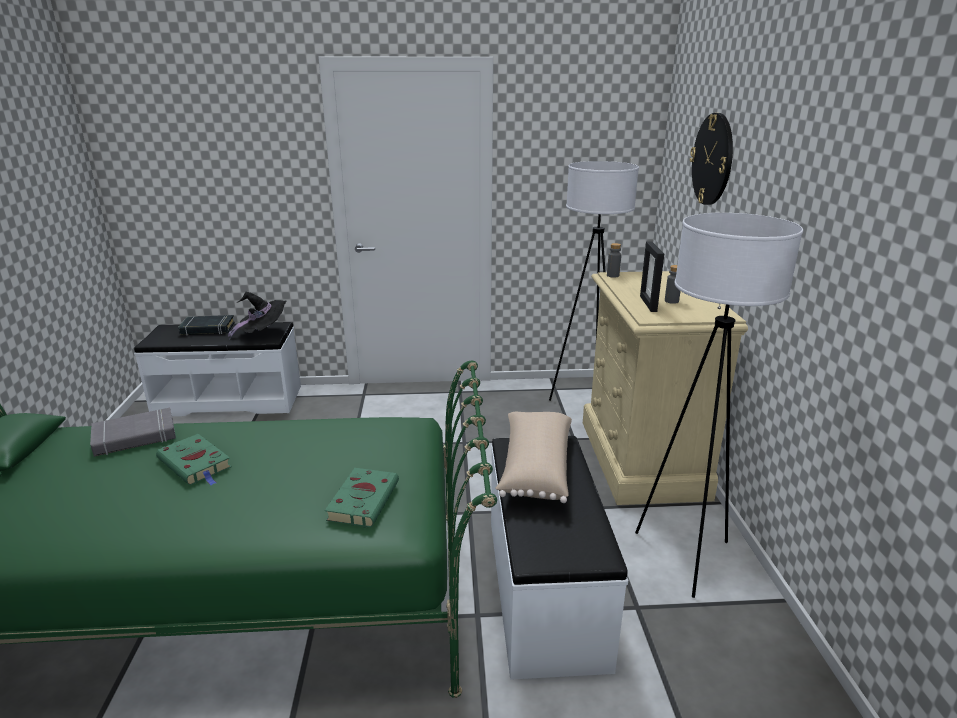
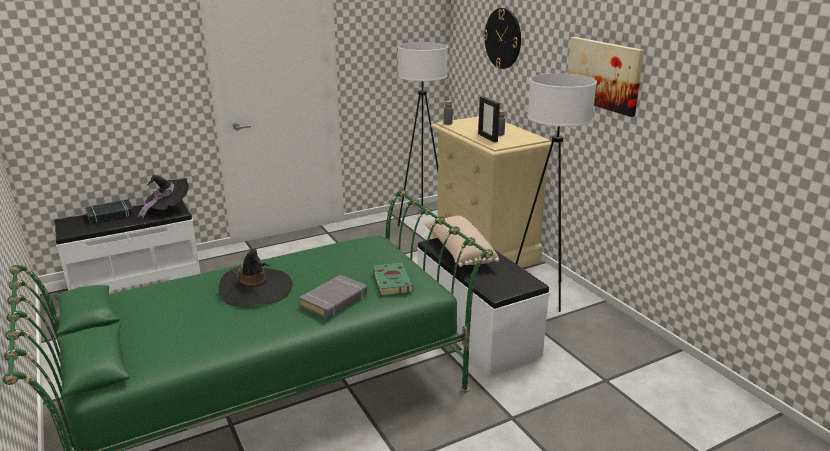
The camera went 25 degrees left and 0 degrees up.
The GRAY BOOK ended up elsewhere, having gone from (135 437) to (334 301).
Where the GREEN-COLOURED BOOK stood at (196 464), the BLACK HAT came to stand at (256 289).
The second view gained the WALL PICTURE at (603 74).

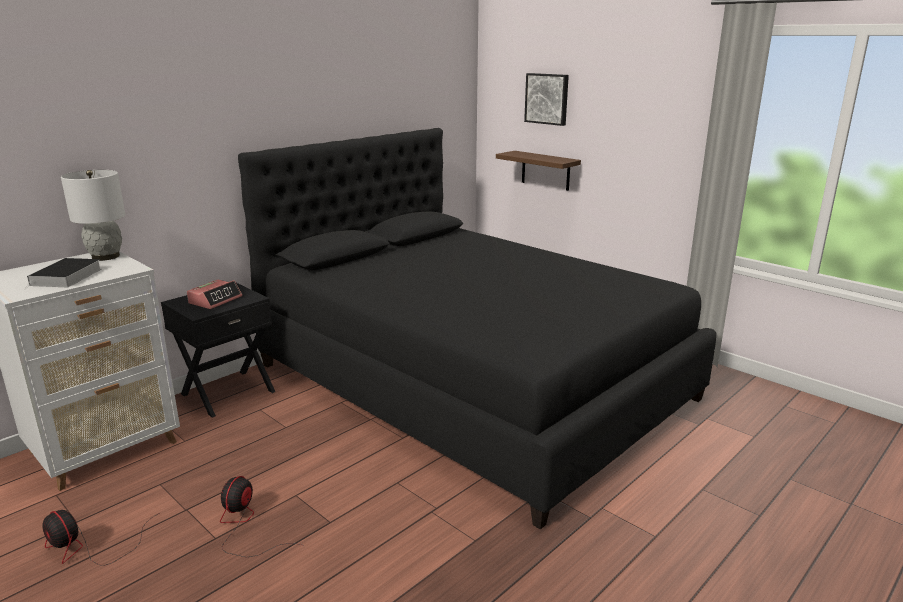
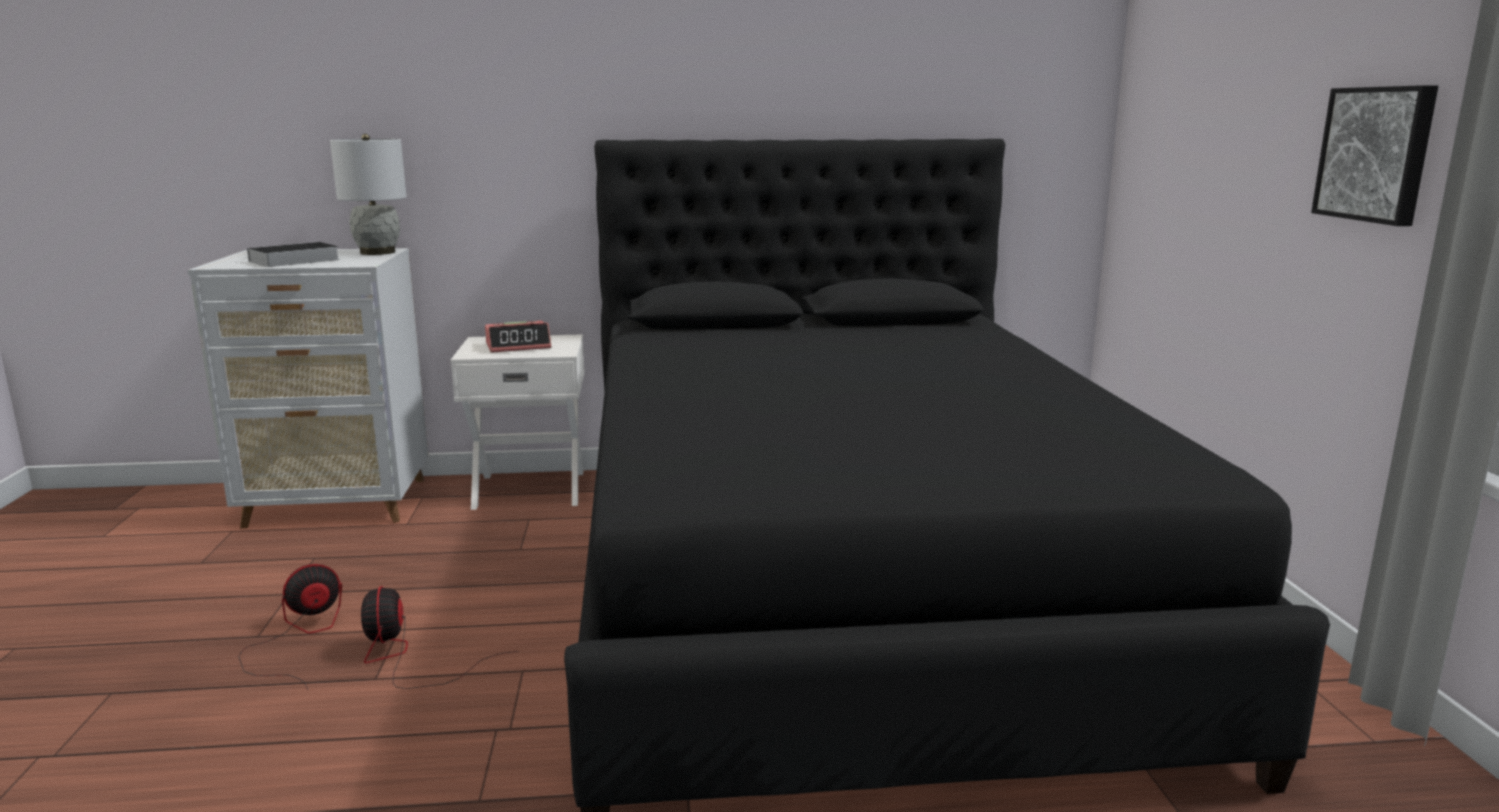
The camera went 40 degrees right and 5 degrees down.
The FAN ended up elsewhere, having gone from (87 548) to (406 657).
What was the BLACK NIGHTSTAND at (227 392) turned into the WHITE-COLOURED NIGHTSTAND at (530 489).
The second view lost the BROWN-COLOURED WALL SHELF at (545 170).
The WALL PICTURE ended up elsewhere, having gone from (547 98) to (1377 154).

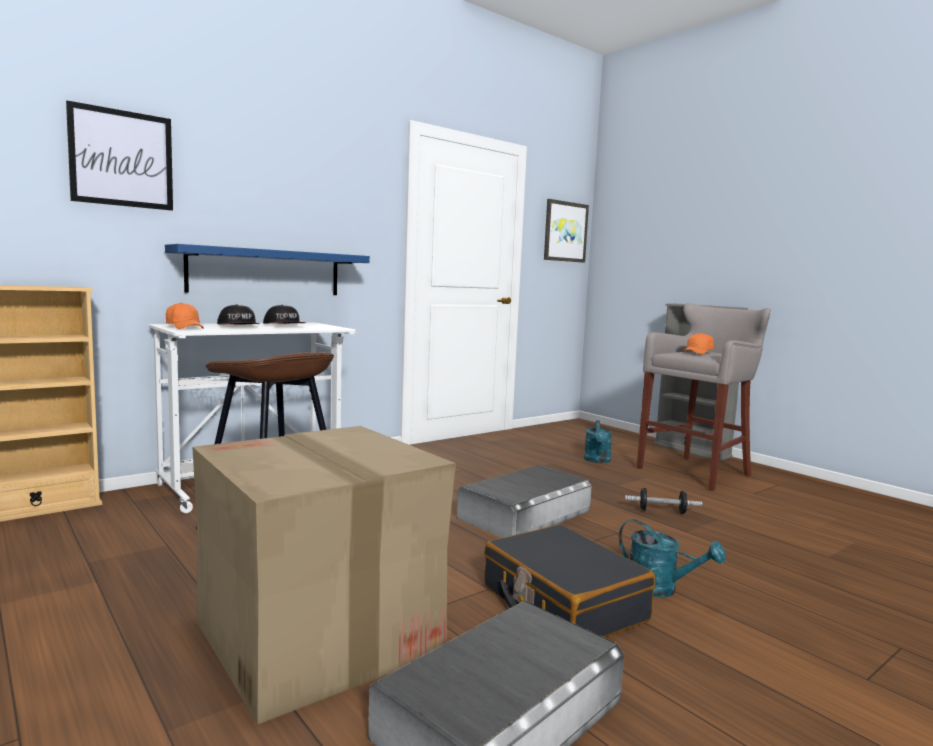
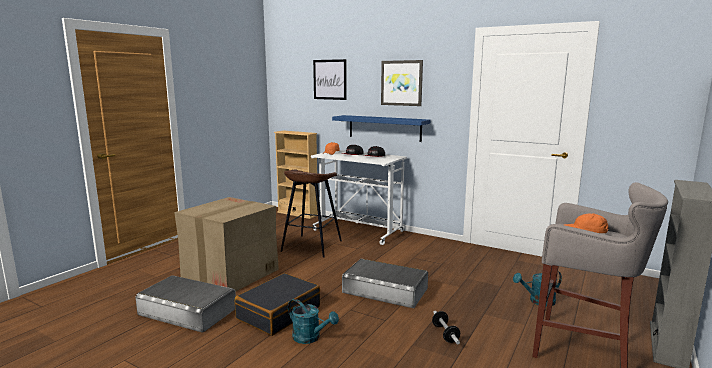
The camera went 70 degrees right and 5 degrees up.
The WALL PICTURE ended up elsewhere, having gone from (565 231) to (401 83).
The TURQUOISE SPRINKLING CAN at (660 589) ended up facing another way, 75 degrees counterclockwise from before.

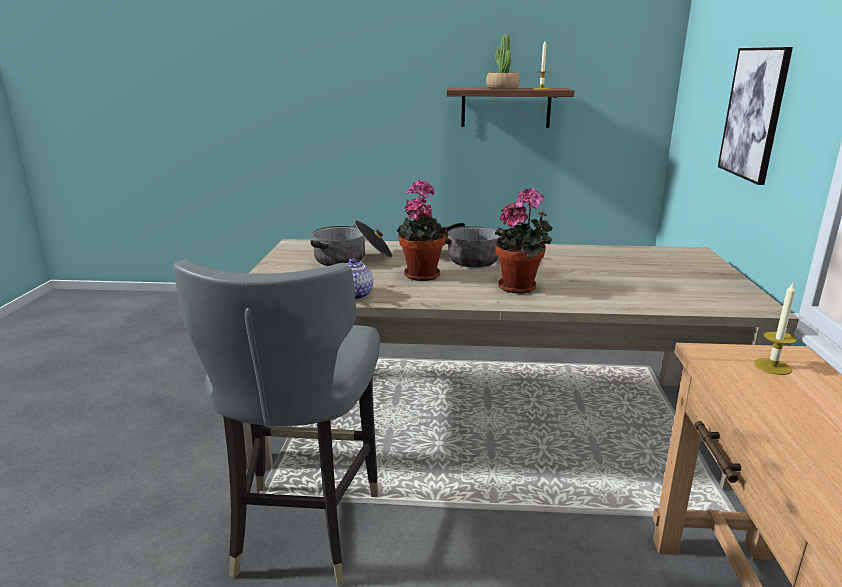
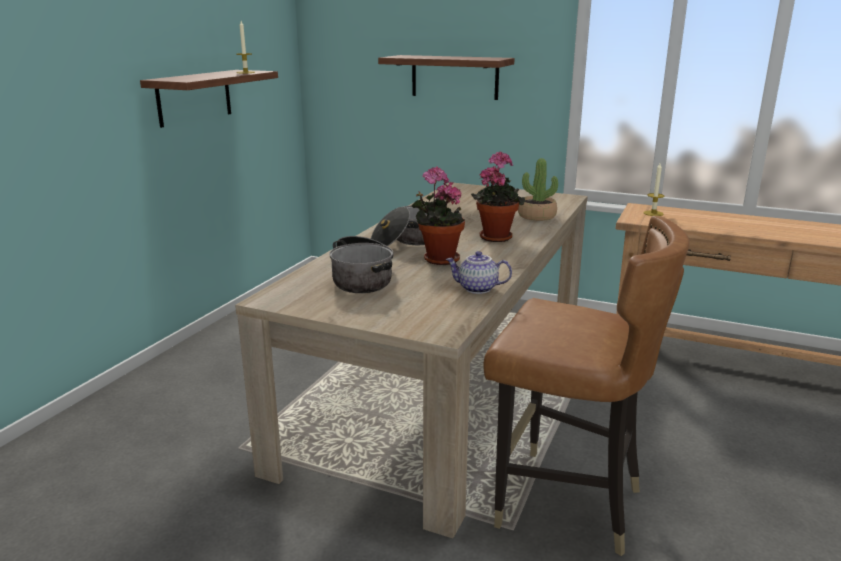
The camera went 70 degrees left and 0 degrees up.
What was the GRAY PLAIN CHAIR at (303 528) turned into the BROWN-COLOURED PLAIN CHAIR at (565 503).
The HOUSEPLANT ended up elsewhere, having gone from (502 88) to (536 216).
Where the WALL PICTURE hung at (754 113), the WALL SHELF came to hang at (454 77).

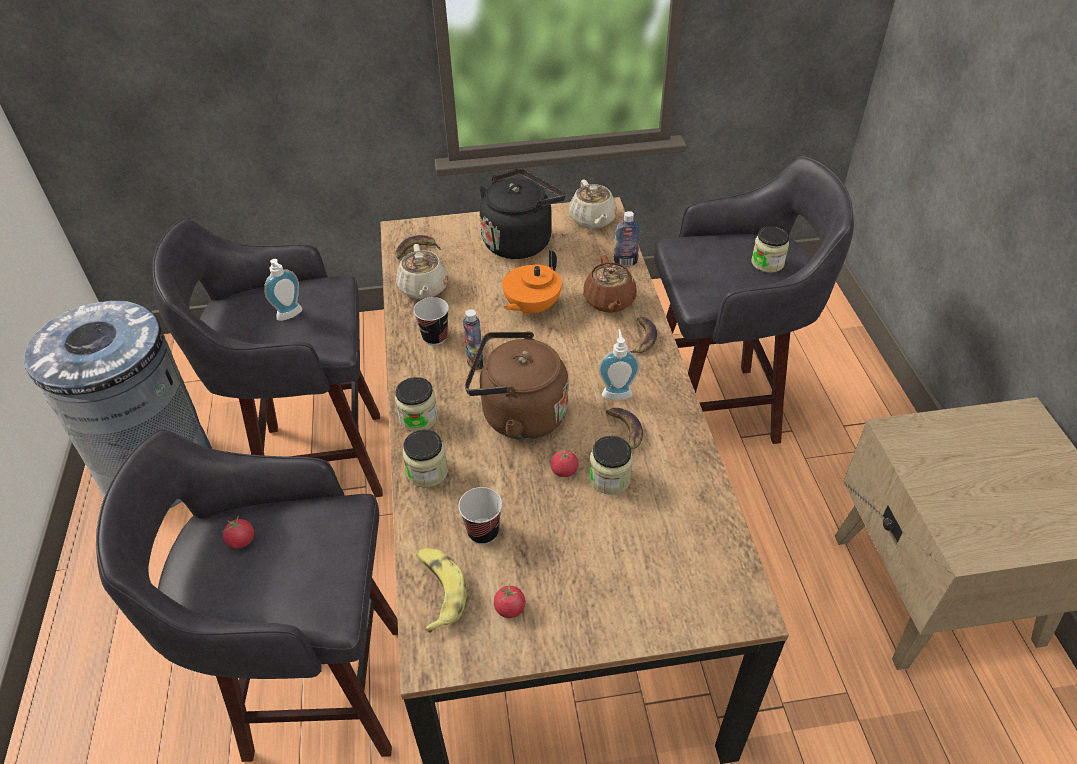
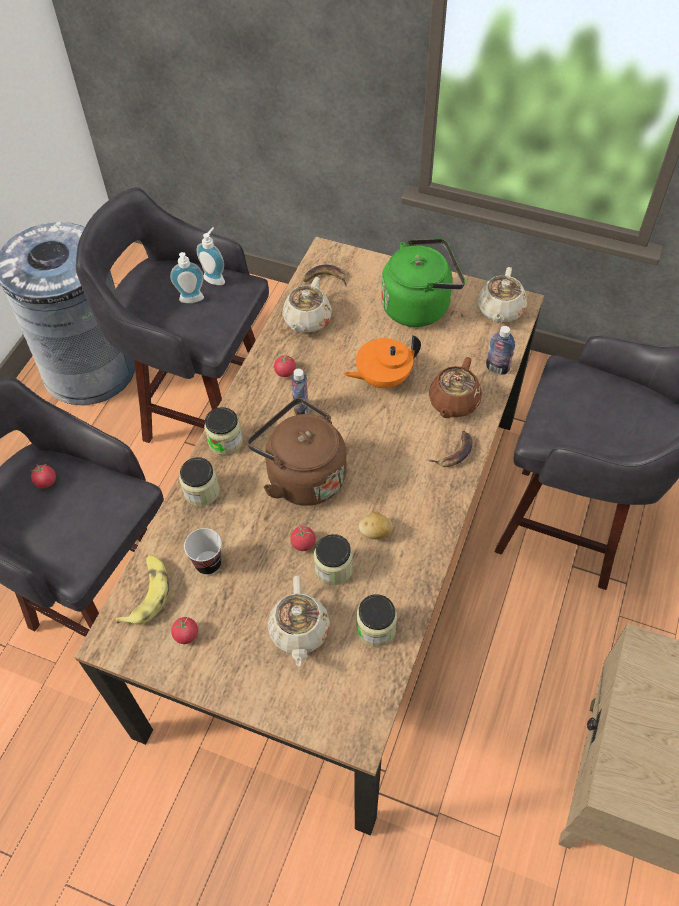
The camera went 30 degrees right and 10 degrees up.
Where the DRINKING CUP stood at (435 337), the WHOLE TOMATO came to stand at (285 372).
What was the BLACK TEA KETTLE at (520 240) turned into the GREEN-COLOURED TEA KETTLE at (419 305).
The SOAP DISPENSER ended up elsewhere, having gone from (616 392) to (215 278).
Where the BANANA stood at (624 431), the SPUD came to stand at (375 532).
The STORAGE JAR ended up elsewhere, having gone from (767 263) to (376 628).
The second view gained the SAND-COLOURED TEA POT at (299 632).

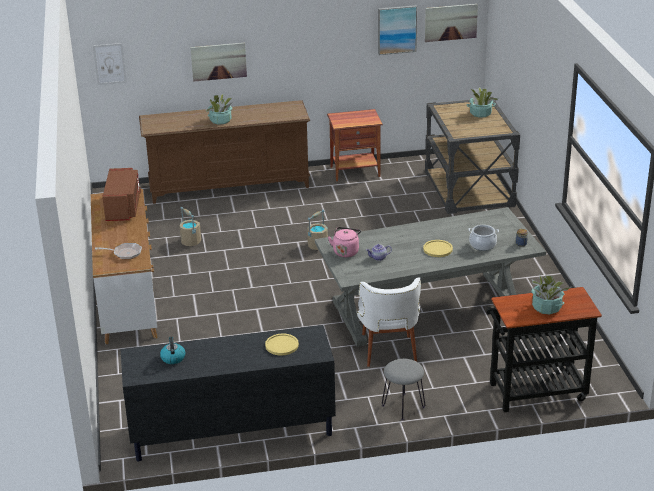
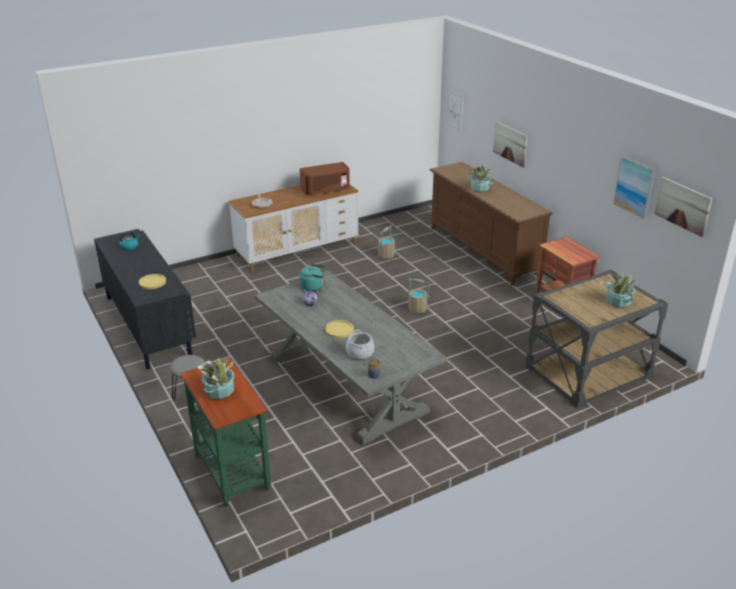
The camera went 70 degrees right and 0 degrees up.
What was the PINKISH TEA KETTLE at (346 251) turned into the TURQUOISE TEA KETTLE at (313 287).
The second view lost the WHITE-COLOURED PLAIN CHAIR at (389 351).
What was the BLACK CART at (536 392) turned into the GREEN-COLOURED CART at (231 471).

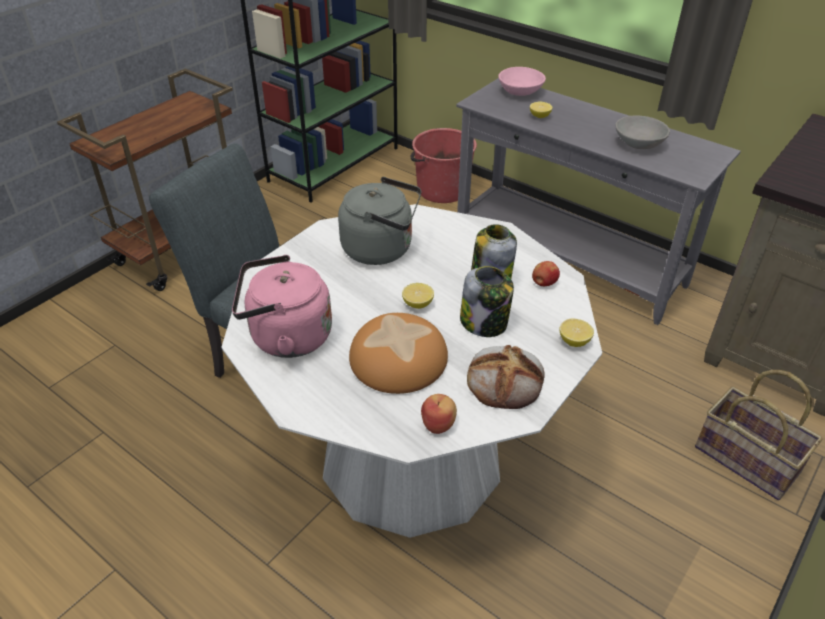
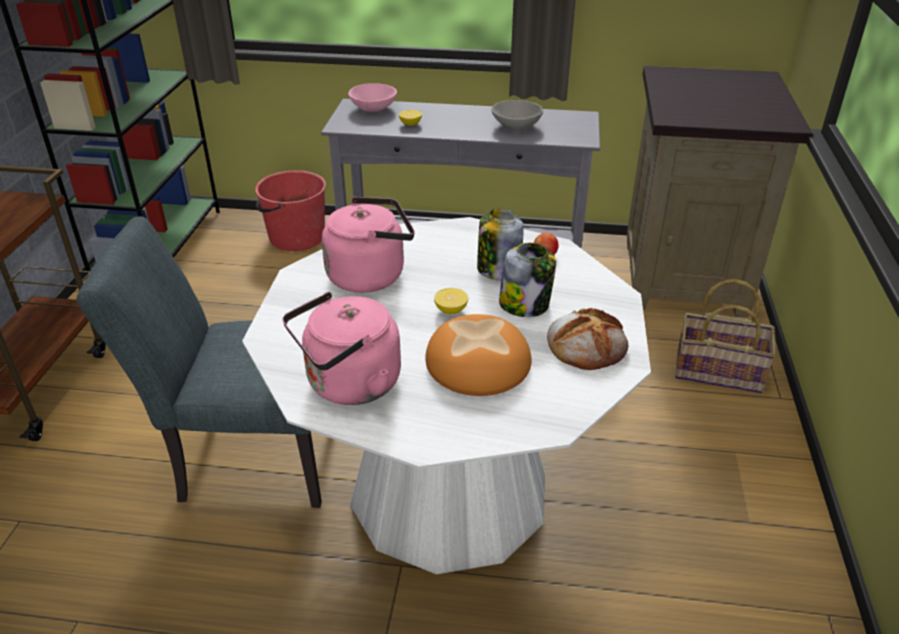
The camera went 30 degrees left and 5 degrees down.
What was the GRAY TEA KETTLE at (382 249) turned into the PINKISH TEA KETTLE at (371 275).
The second view lost the APPLE FRUIT at (438 424).
The second view lost the WHOLE LEMON at (574 341).

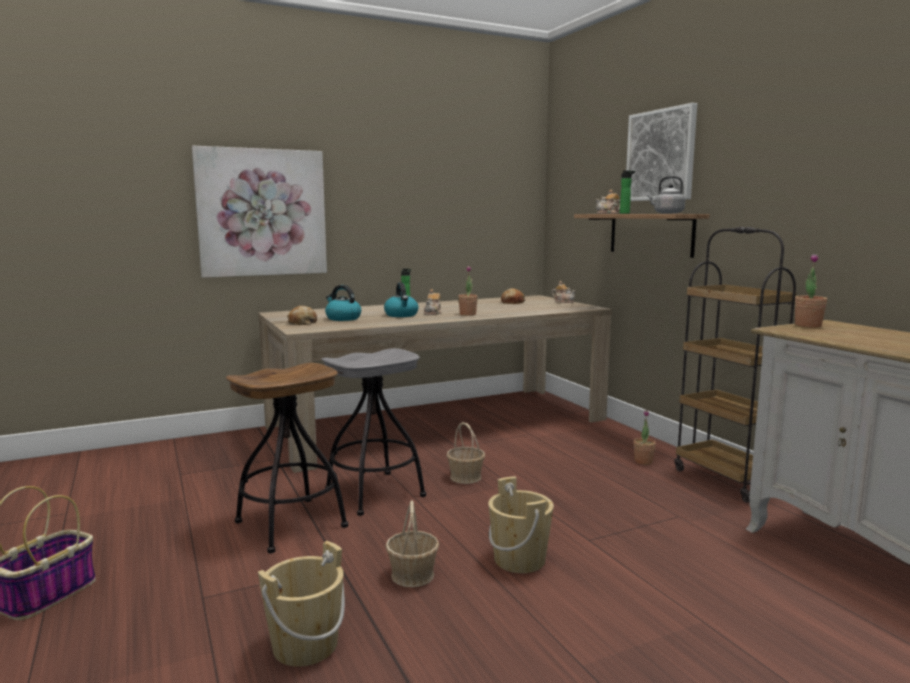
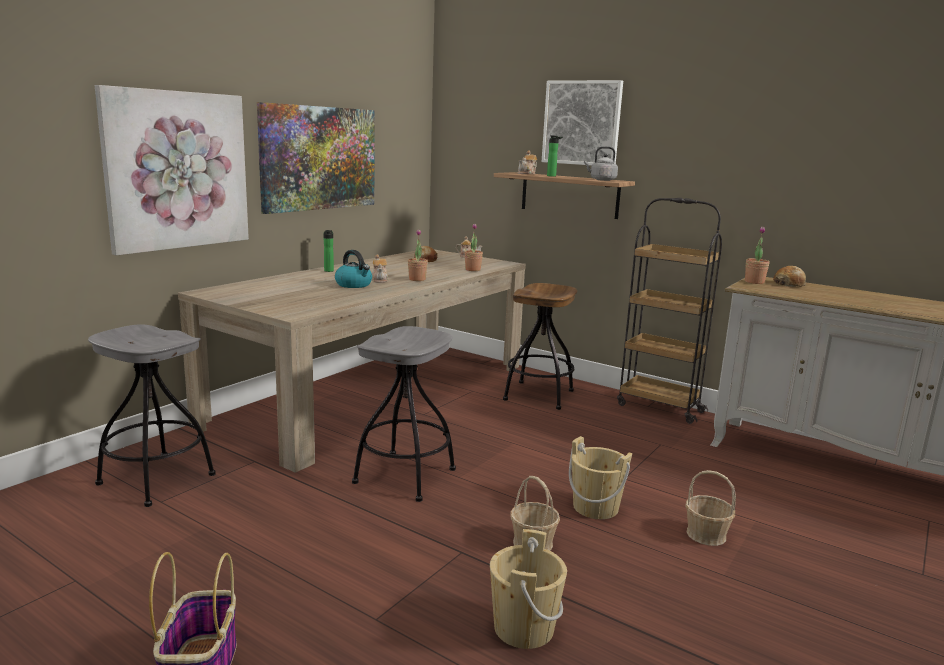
The camera went 30 degrees left and 5 degrees up.
The BROWN-COLOURED SITTING STOOL ended up elsewhere, having gone from (290 524) to (538 395).
The BAKERY BREAD ended up elsewhere, having gone from (302 323) to (789 284).
The second view lost the TEA KETTLE at (342 318).
The BASKET ended up elsewhere, having gone from (465 477) to (706 535).
The HOUSEPLANT ended up elsewhere, having gone from (643 461) to (472 270).
The second view gained the GRAY SITTING STOOL at (156 478).
The second view gained the WALL PICTURE at (319 158).

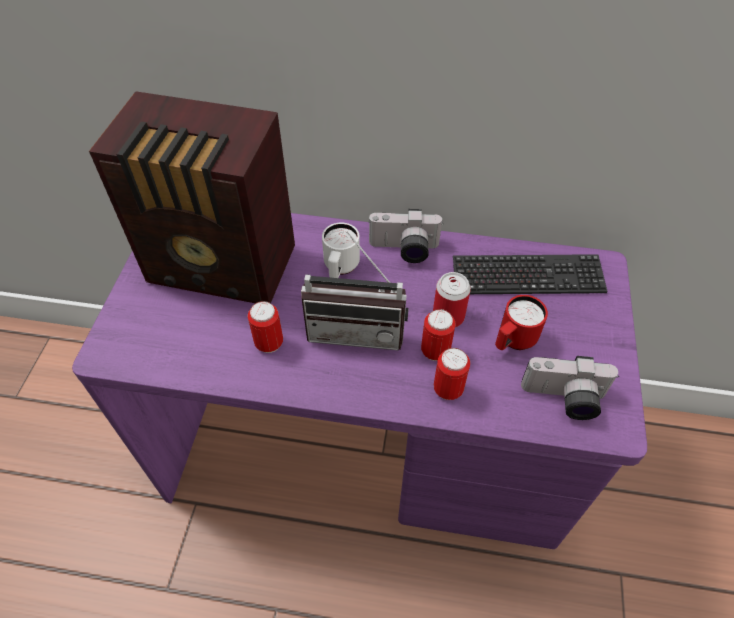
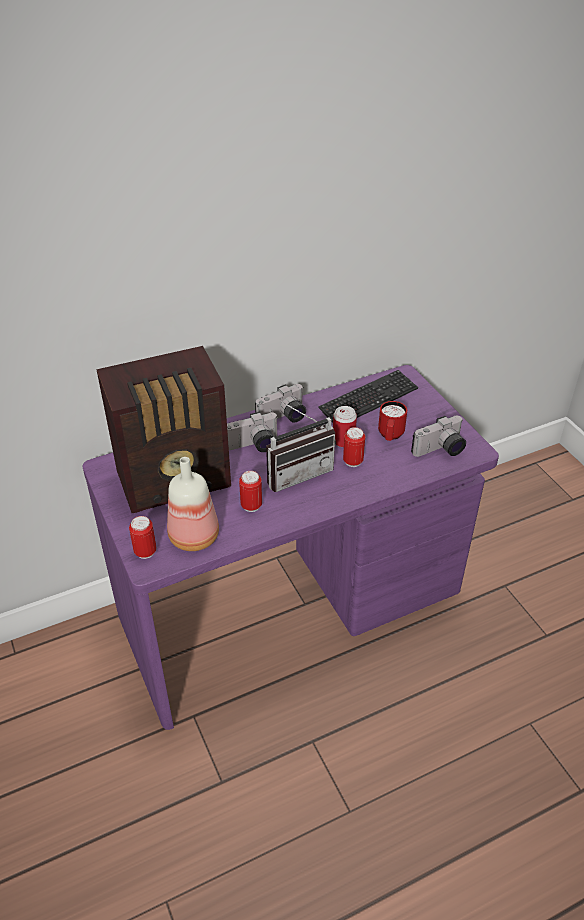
The camera went 35 degrees left and 10 degrees down.
Where the WHITE-COLOURED COFFEE MUG stood at (340 269), the PHOTO CAMERA came to stand at (254 446).
The CAN ended up elsewhere, having gone from (448 389) to (145 552).
The second view gained the BOTTLE at (195 537).

